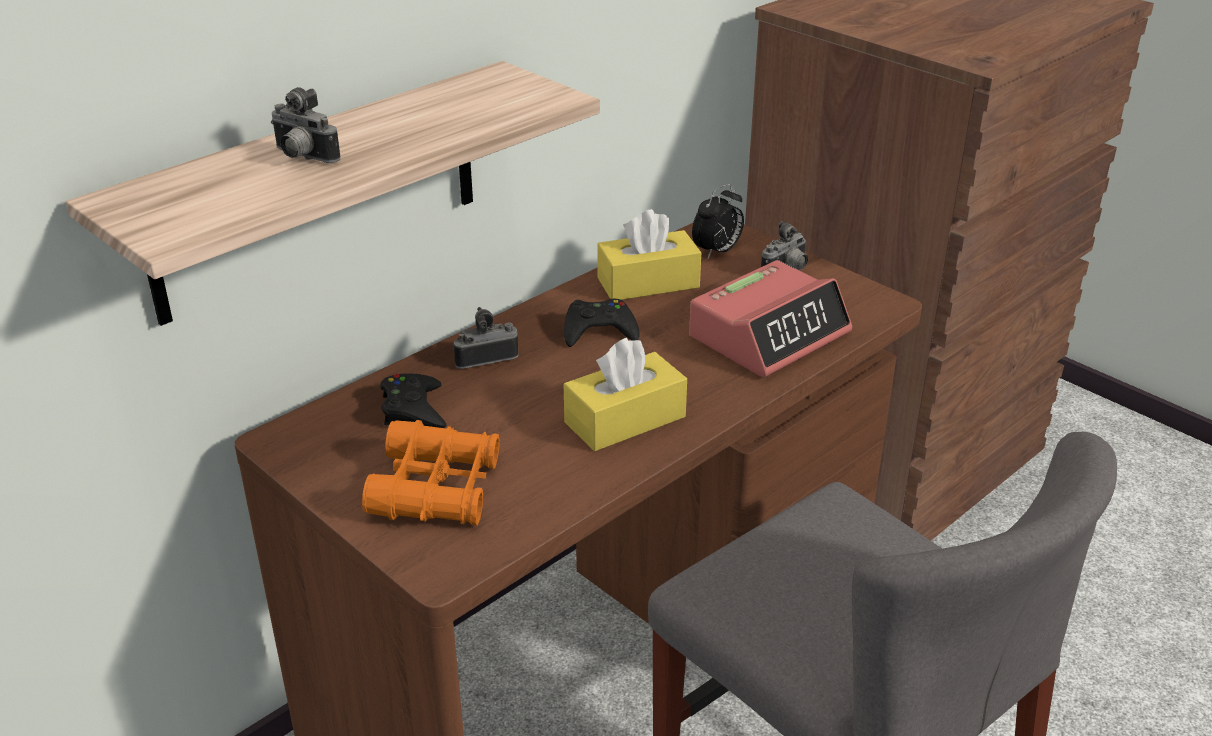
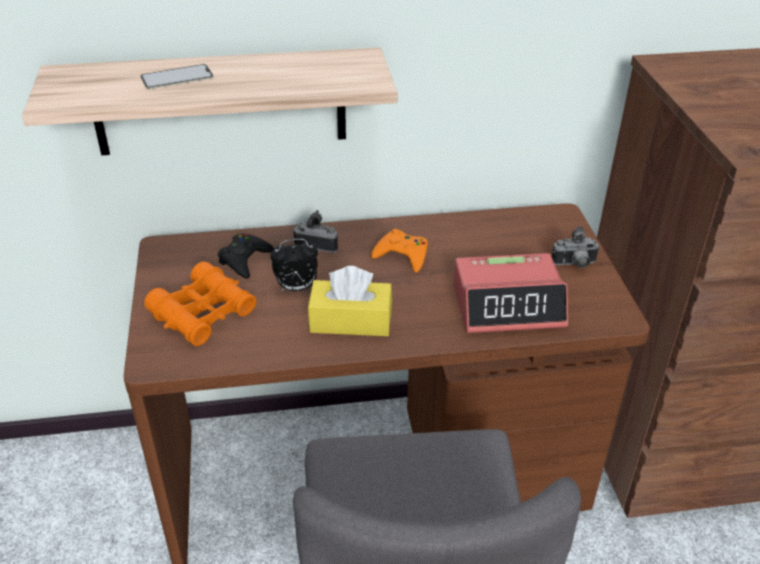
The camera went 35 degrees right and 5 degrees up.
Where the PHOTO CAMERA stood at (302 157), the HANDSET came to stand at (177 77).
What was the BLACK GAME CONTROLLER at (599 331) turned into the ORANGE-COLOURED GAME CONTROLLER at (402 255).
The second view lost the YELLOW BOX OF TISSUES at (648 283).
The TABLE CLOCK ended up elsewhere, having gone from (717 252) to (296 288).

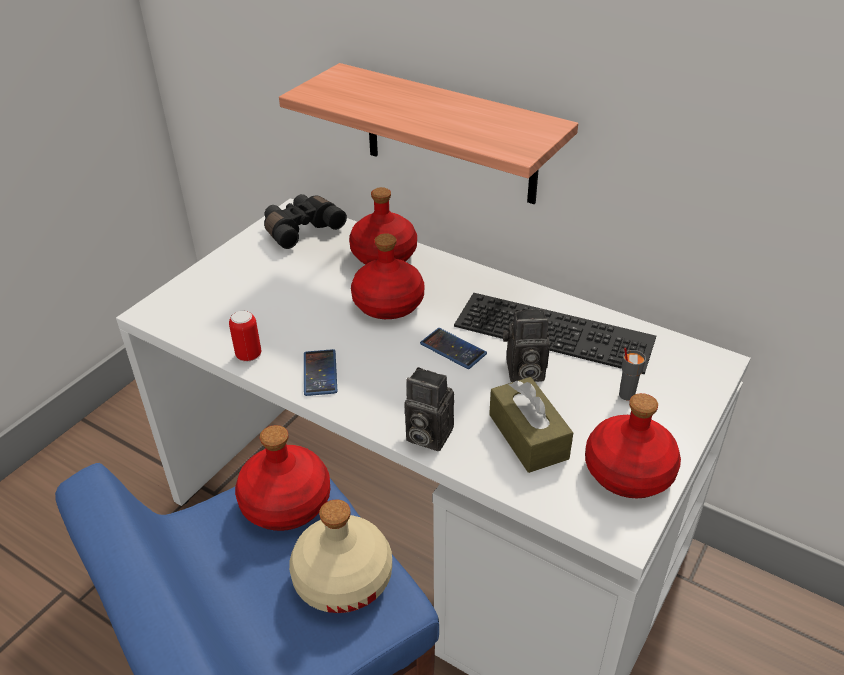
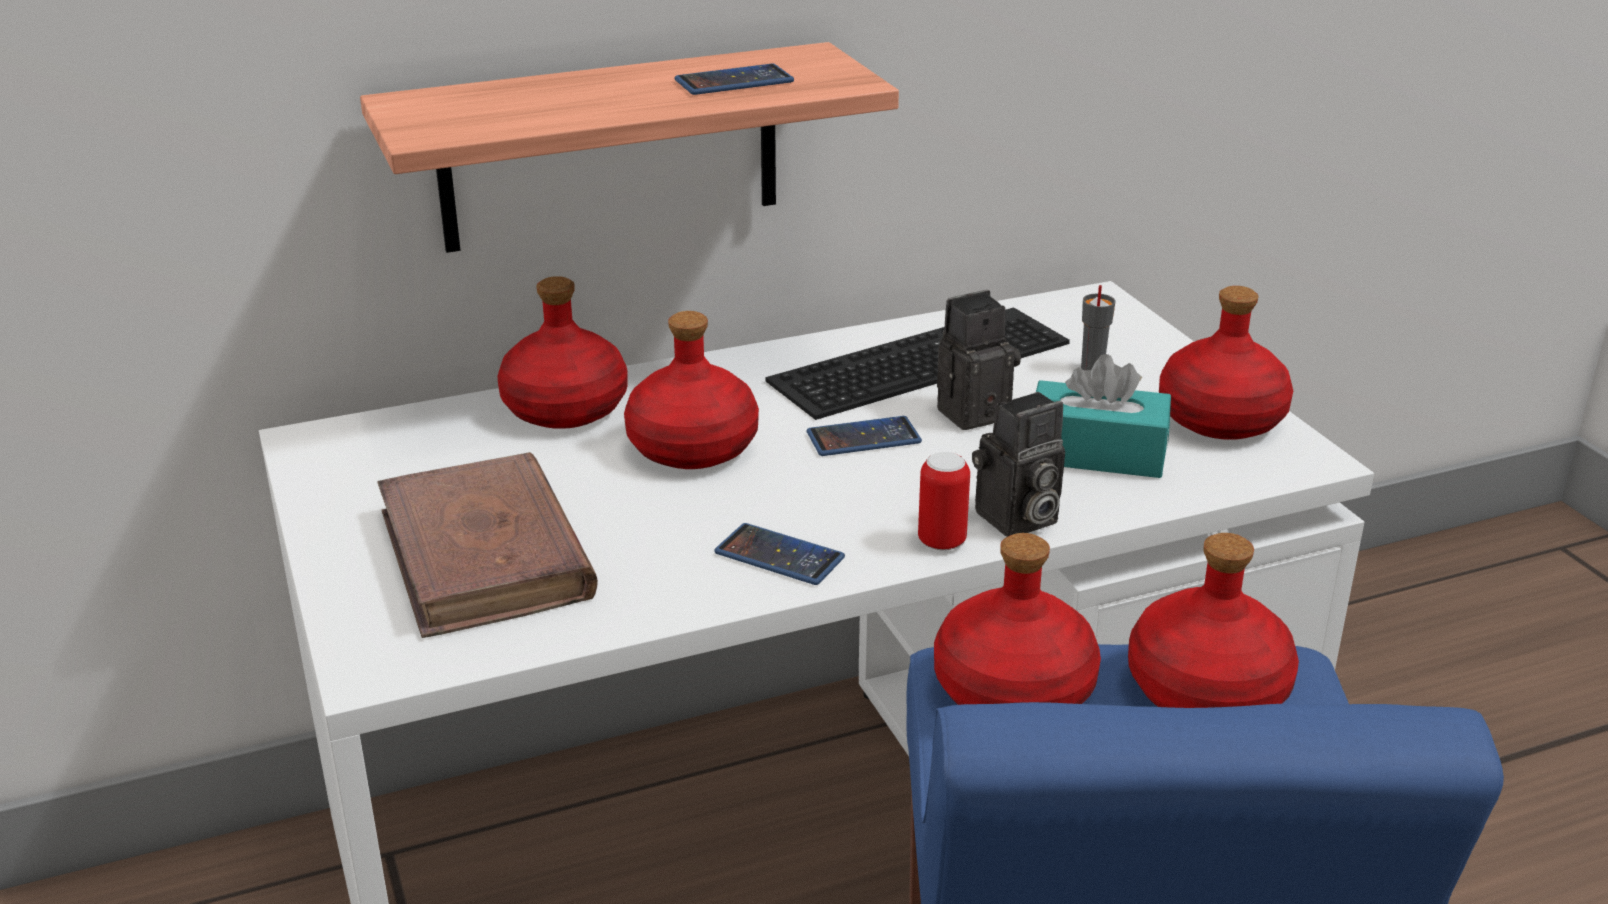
The camera went 55 degrees left and 10 degrees down.
The CAN ended up elsewhere, having gone from (248 355) to (941 542).
The second view lost the BLACK BINOCULARS at (301 229).
What was the SAND-COLOURED BOTTLE at (342 577) turned into the REDDISH BOTTLE at (1204 690).
What was the BROWN-COLOURED BOX OF TISSUES at (528 436) turned into the TURQUOISE BOX OF TISSUES at (1096 453).
The PHOTO CAMERA at (523 372) ended up facing another way, 150 degrees counterclockwise from before.
The second view gained the BROWN-COLOURED BOOK at (485 555).
The second view gained the HANDSET at (734 82).

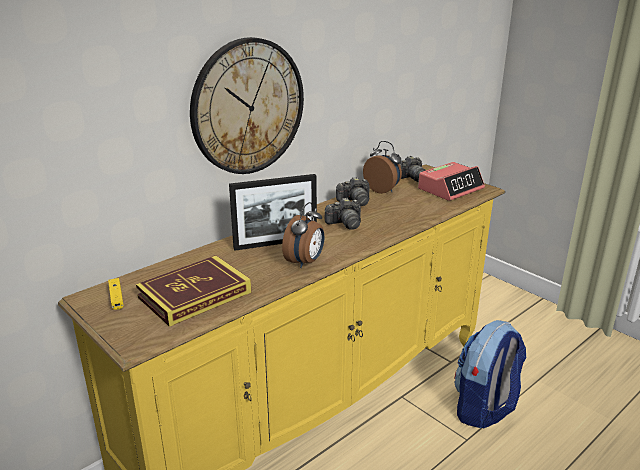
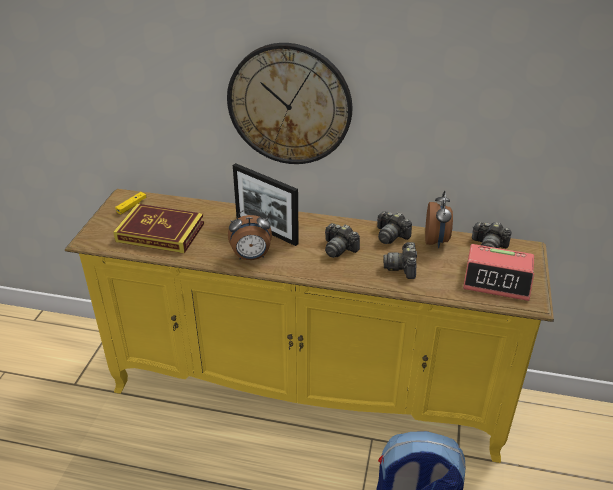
The camera went 55 degrees right and 10 degrees up.
The second view gained the PHOTO CAMERA at (402 267).

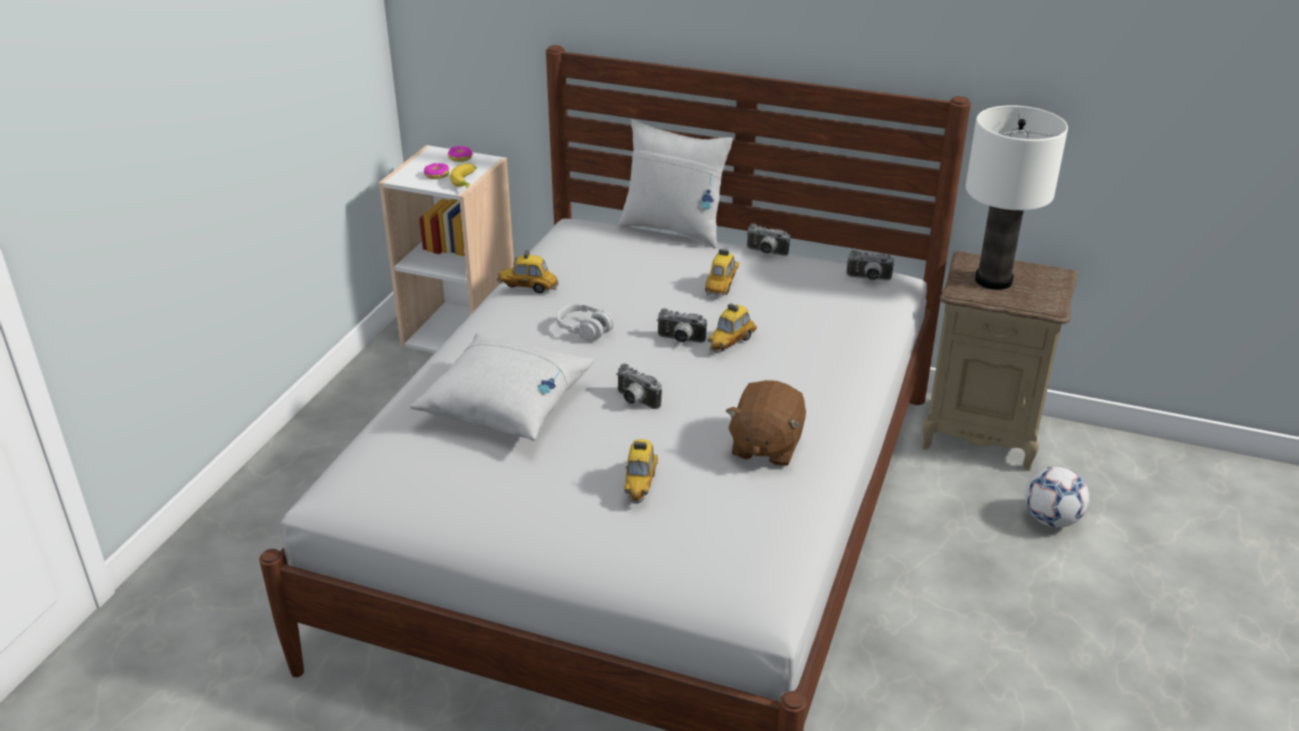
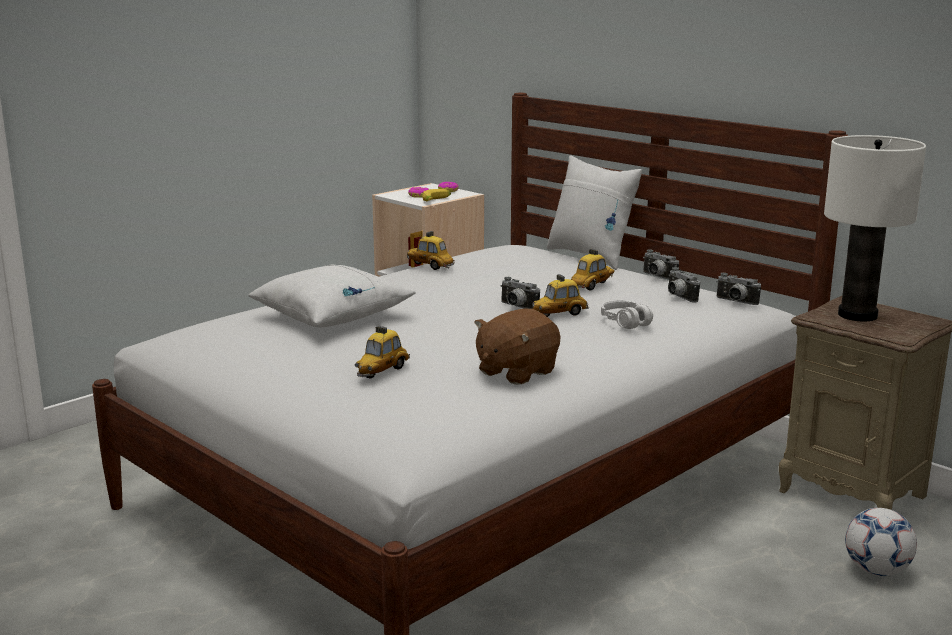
The camera went 25 degrees right and 15 degrees down.
The GRAY HEADPHONES ended up elsewhere, having gone from (584 329) to (626 322).
The PHOTO CAMERA ended up elsewhere, having gone from (635 401) to (678 297).

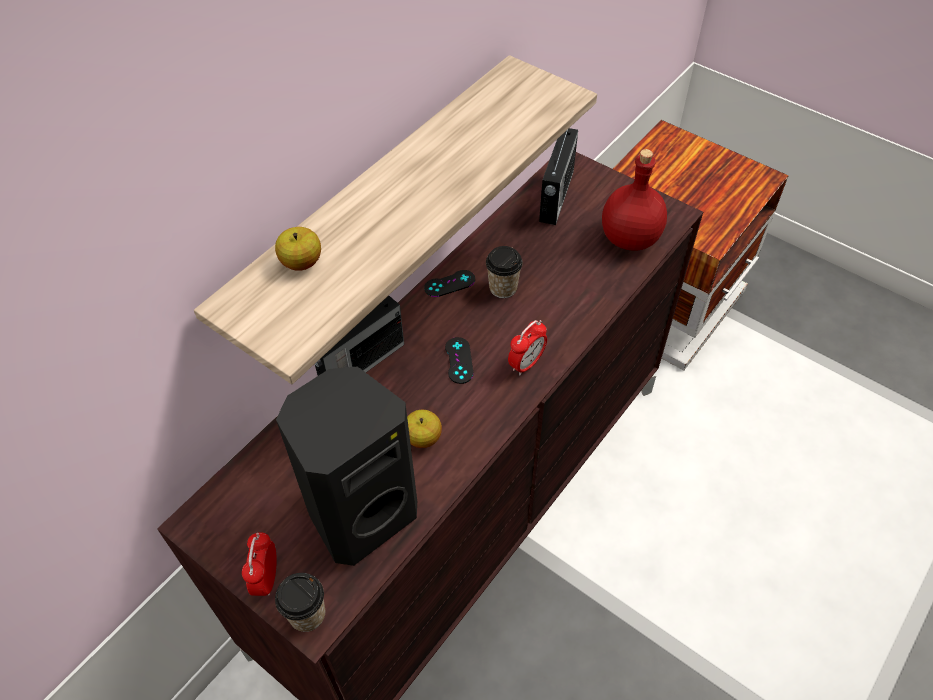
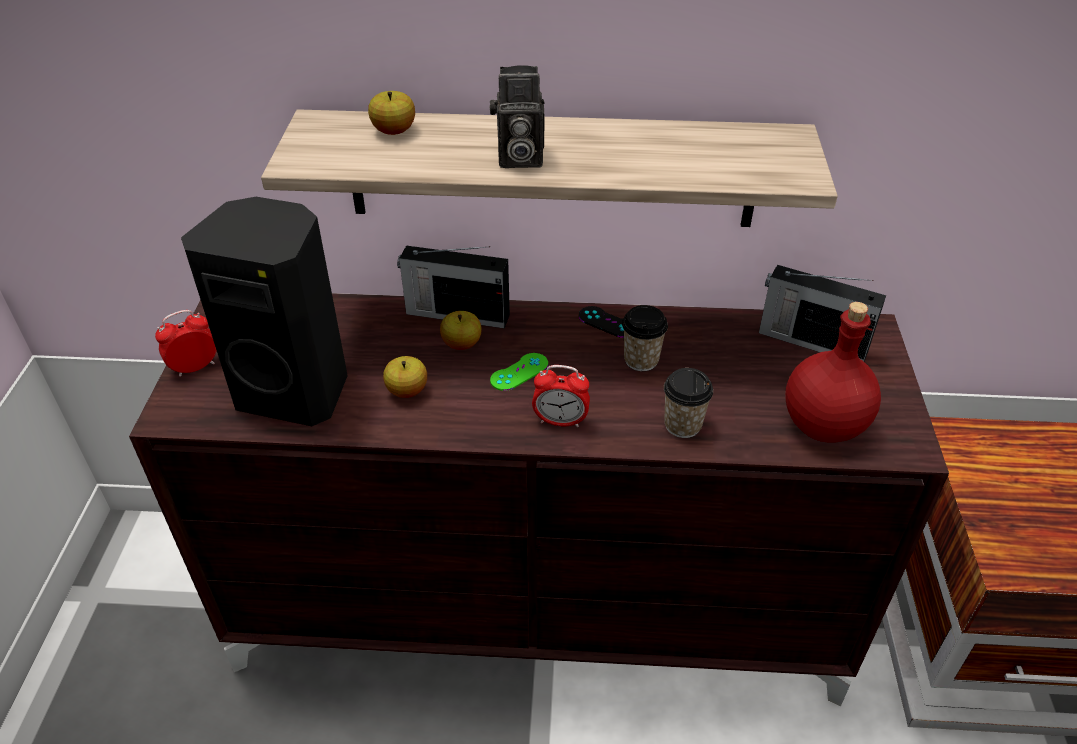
The camera went 55 degrees right and 10 degrees down.
The DRINKING CUP ended up elsewhere, having gone from (307 614) to (682 425).
What was the BLACK GAME CONTROLLER at (459 360) turned into the GREEN-COLOURED GAME CONTROLLER at (519 372).
The RADIO at (555 197) ended up facing another way, 45 degrees clockwise from before.
The second view gained the APPLE FRUIT at (461 344).
The second view gained the PHOTO CAMERA at (517 159).

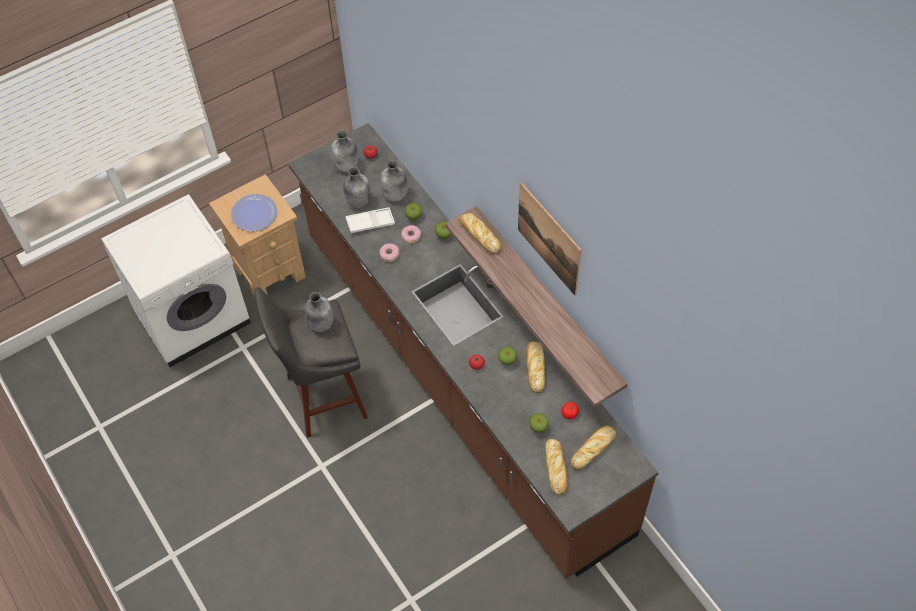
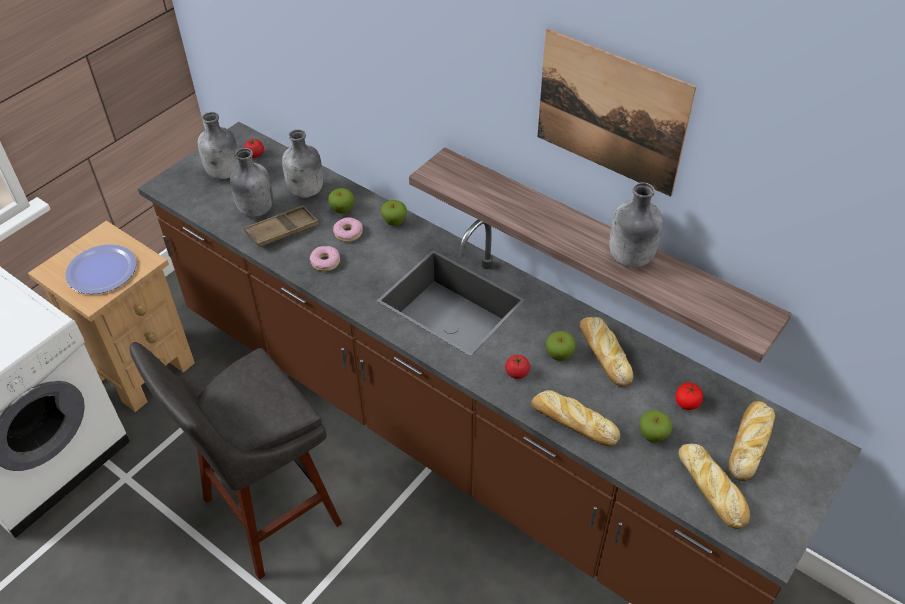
The camera went 20 degrees left and 10 degrees down.
The GRAY BOTTLE ended up elsewhere, having gone from (320 324) to (630 258).
What was the WHITE-COLOURED TRAY at (370 222) turned into the BROWN-COLOURED TRAY at (282 230).
The BAKERY BREAD ended up elsewhere, having gone from (478 235) to (572 422).

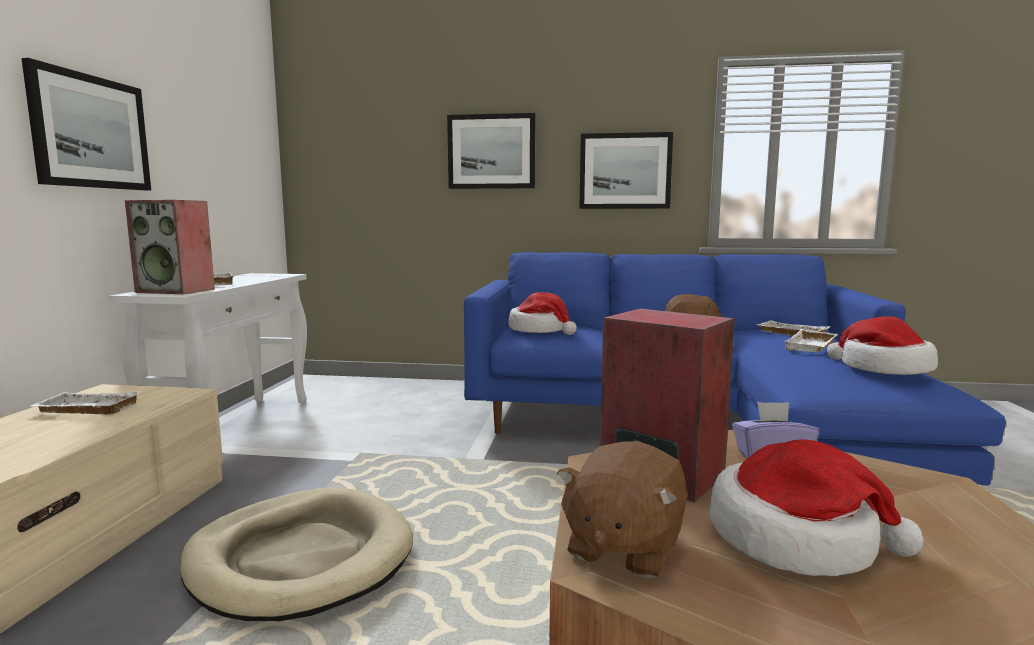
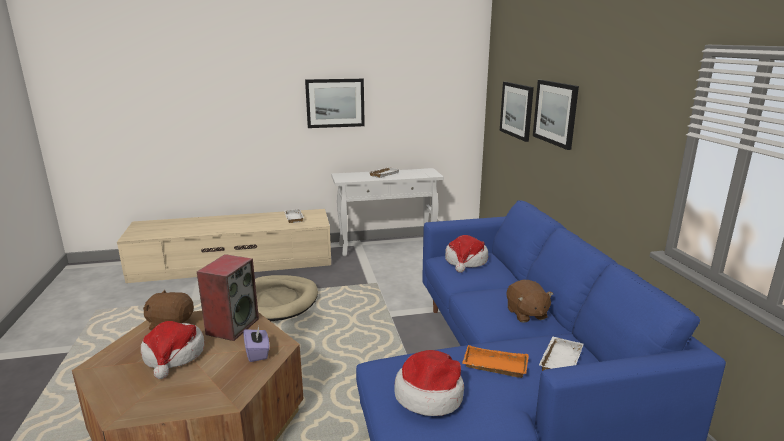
The camera went 70 degrees right and 10 degrees up.
The second view lost the LOUDSPEAKER at (177 290).
The WALL PICTURE ended up elsewhere, having gone from (625 171) to (516 110).
What was the WHITE-COLOURED TRAY at (812 347) turned into the ORANGE-COLOURED TRAY at (494 366).

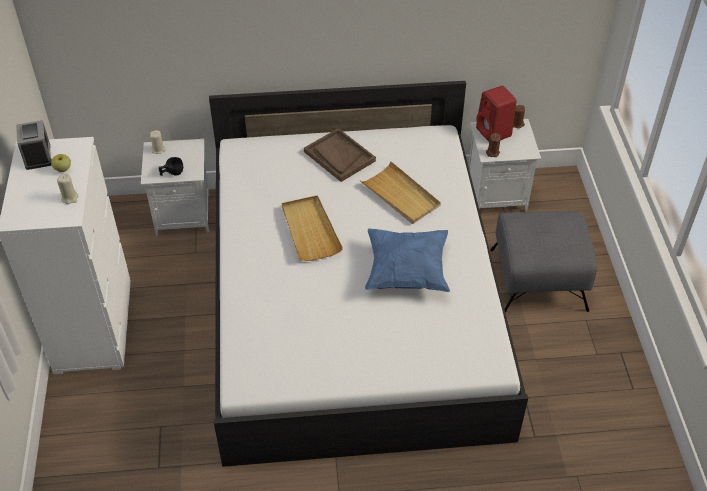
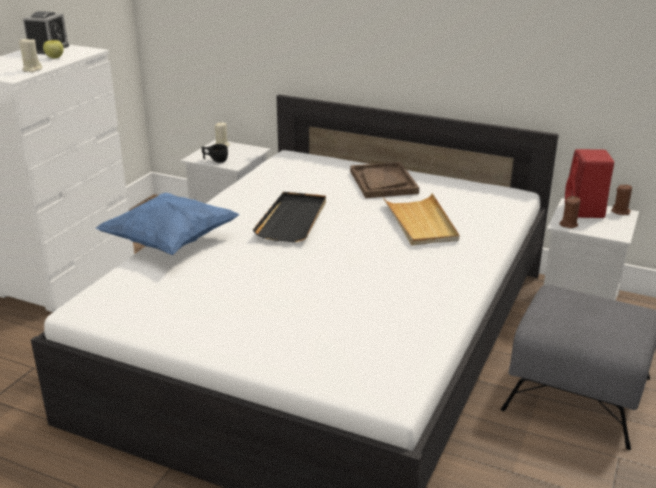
The camera went 30 degrees right and 20 degrees down.
What was the SAND-COLOURED TRAY at (310 230) turned into the BLACK TRAY at (293 219).
The BLUE-COLOURED THROW PILLOW ended up elsewhere, having gone from (406 272) to (170 242).

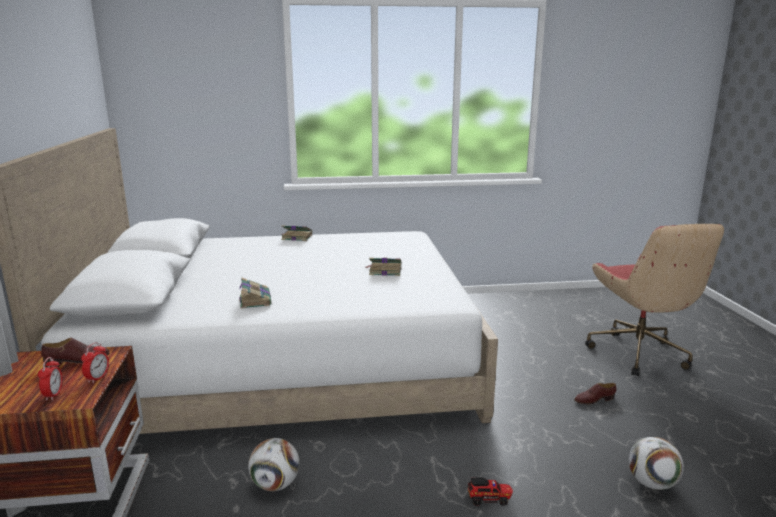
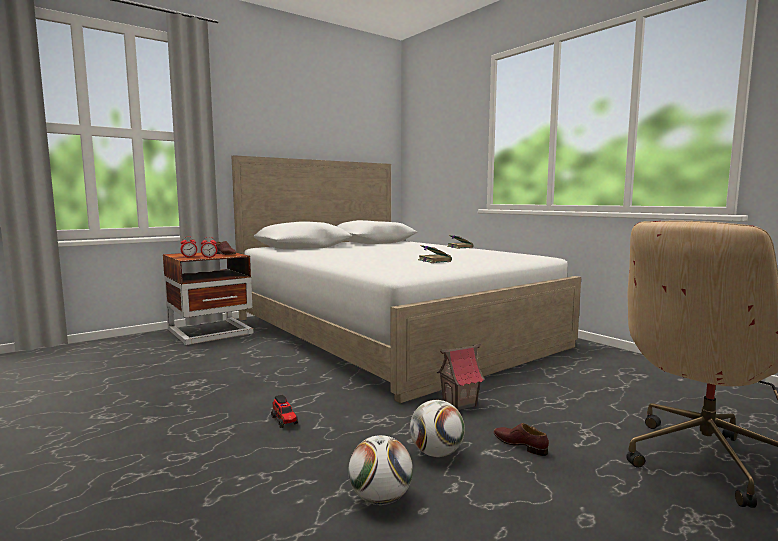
The camera went 60 degrees right and 10 degrees down.
The second view lost the BOOK at (255 300).
The BALL FOR FOOTBALL ended up elsewhere, having gone from (275 485) to (436 453).
The second view gained the MODEL HOUSE at (460 404).

